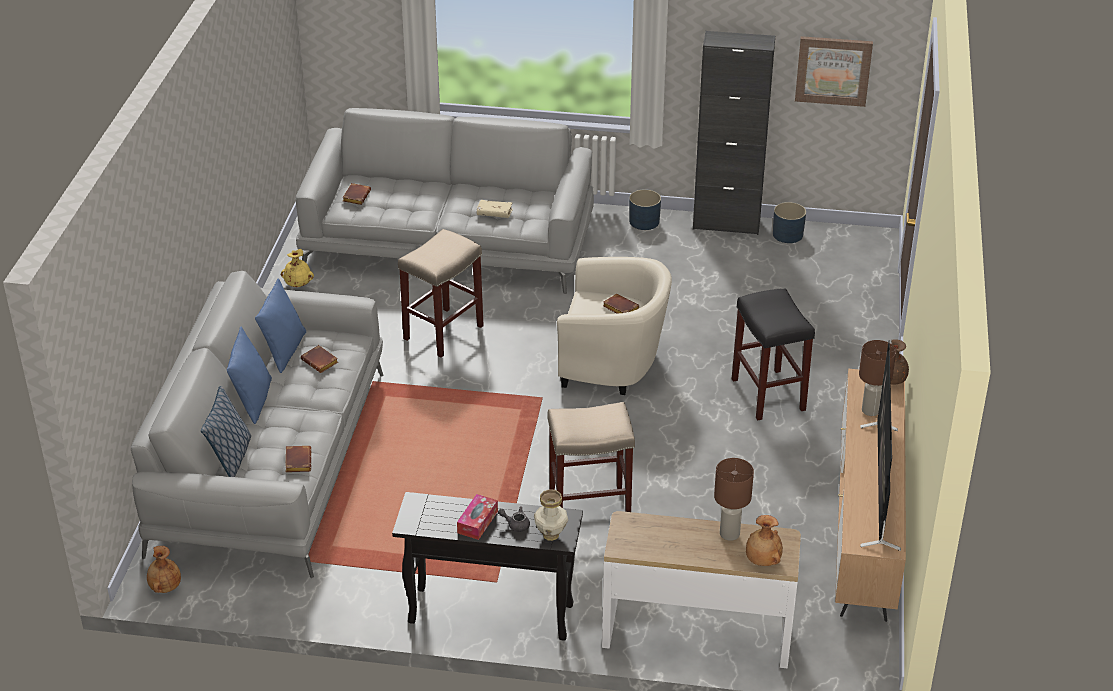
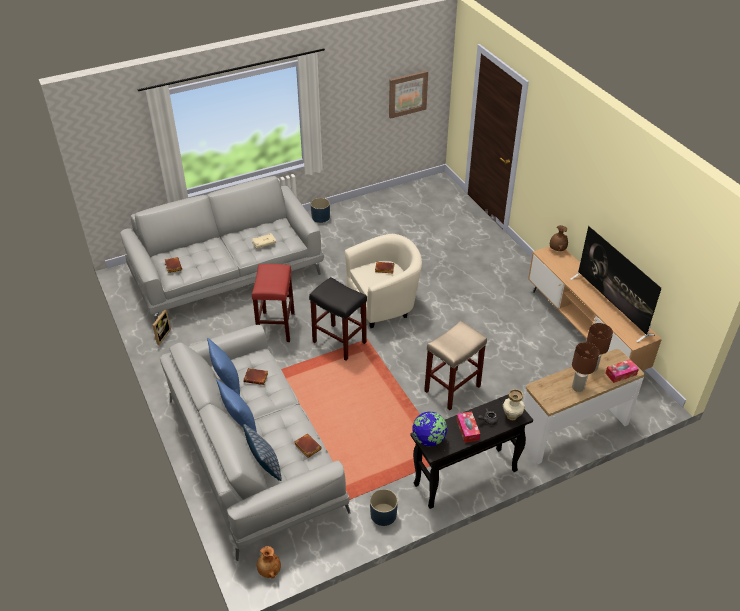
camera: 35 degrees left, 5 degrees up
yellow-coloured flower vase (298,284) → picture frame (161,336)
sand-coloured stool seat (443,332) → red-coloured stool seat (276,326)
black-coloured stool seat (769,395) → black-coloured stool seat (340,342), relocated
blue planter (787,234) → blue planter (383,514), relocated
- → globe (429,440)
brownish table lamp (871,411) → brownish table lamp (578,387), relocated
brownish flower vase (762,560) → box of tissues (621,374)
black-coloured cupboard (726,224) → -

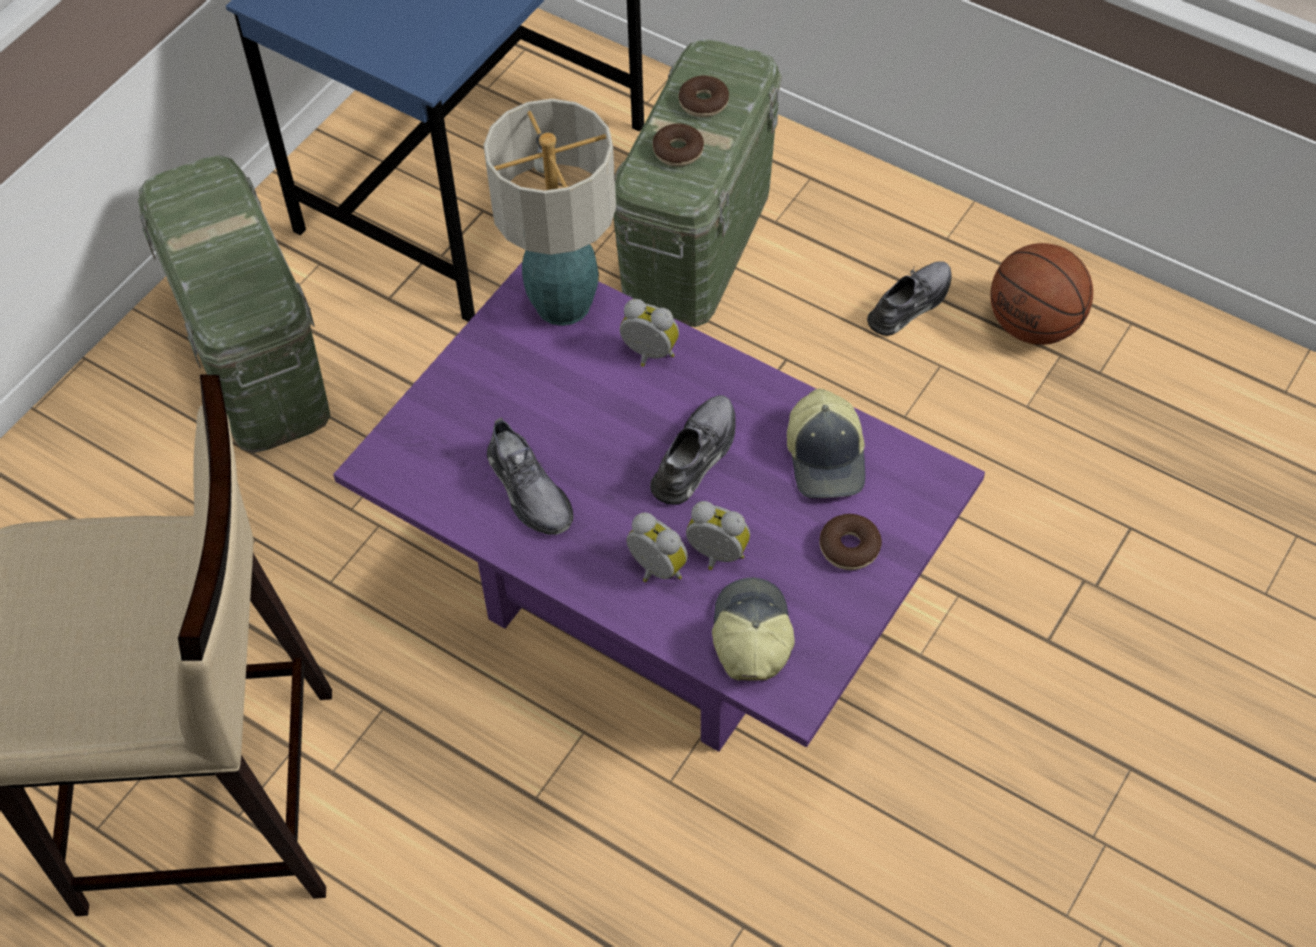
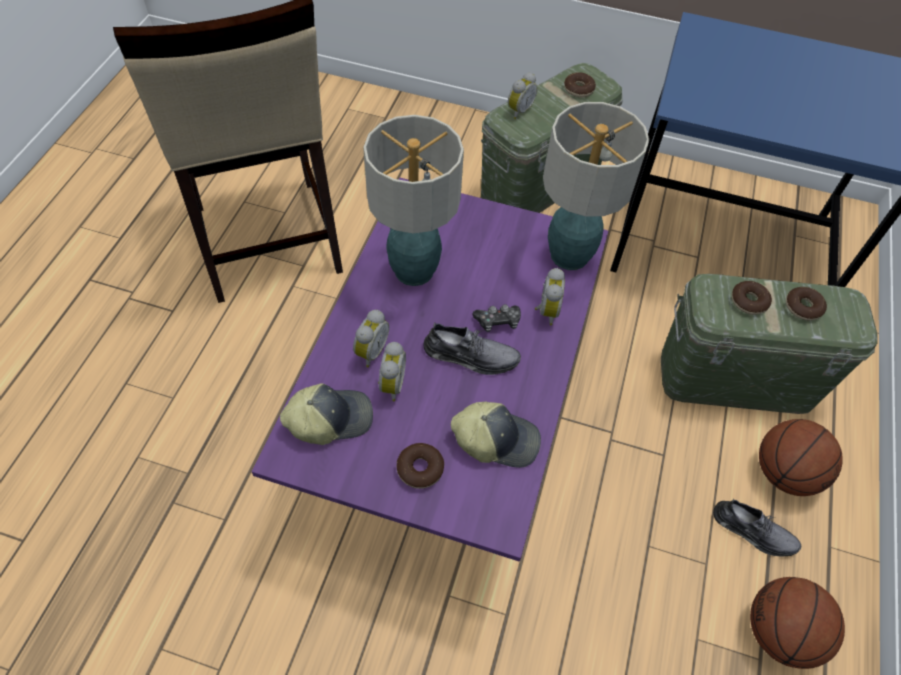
camera: 70 degrees right, 0 degrees up
greyish low shoe (529,489) → table lamp (415,270)
peaked cap (827,457) → peaked cap (496,439), 150 degrees counterclockwise
- → game controller (498,321)
- → table clock (518,110)
- → doughnut (578,89)
- → ball for basketball (784,472)

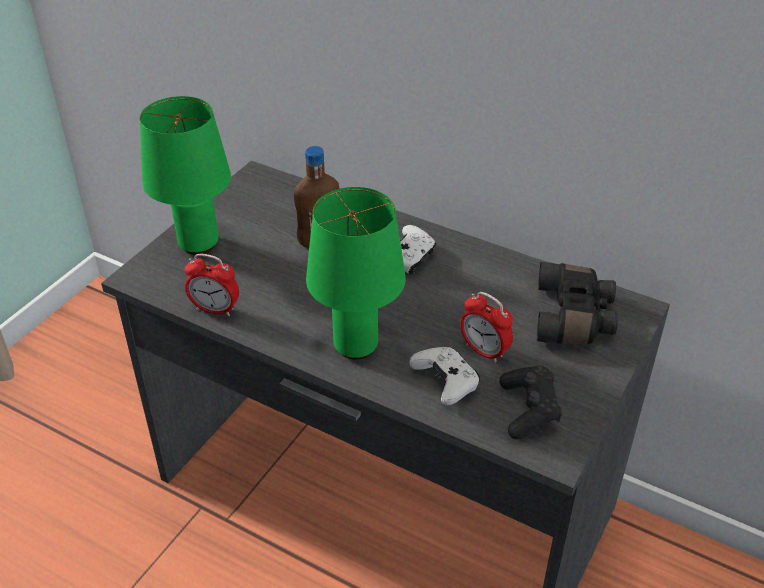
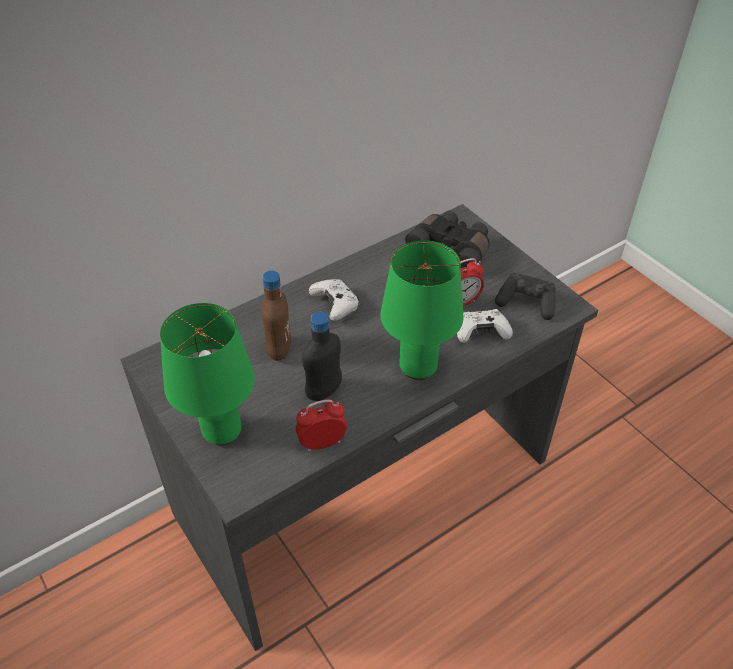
camera: 65 degrees left, 5 degrees up
table clock (215,309) → table clock (322,443), 150 degrees counterclockwise
- → black-coloured bottle (324,391)

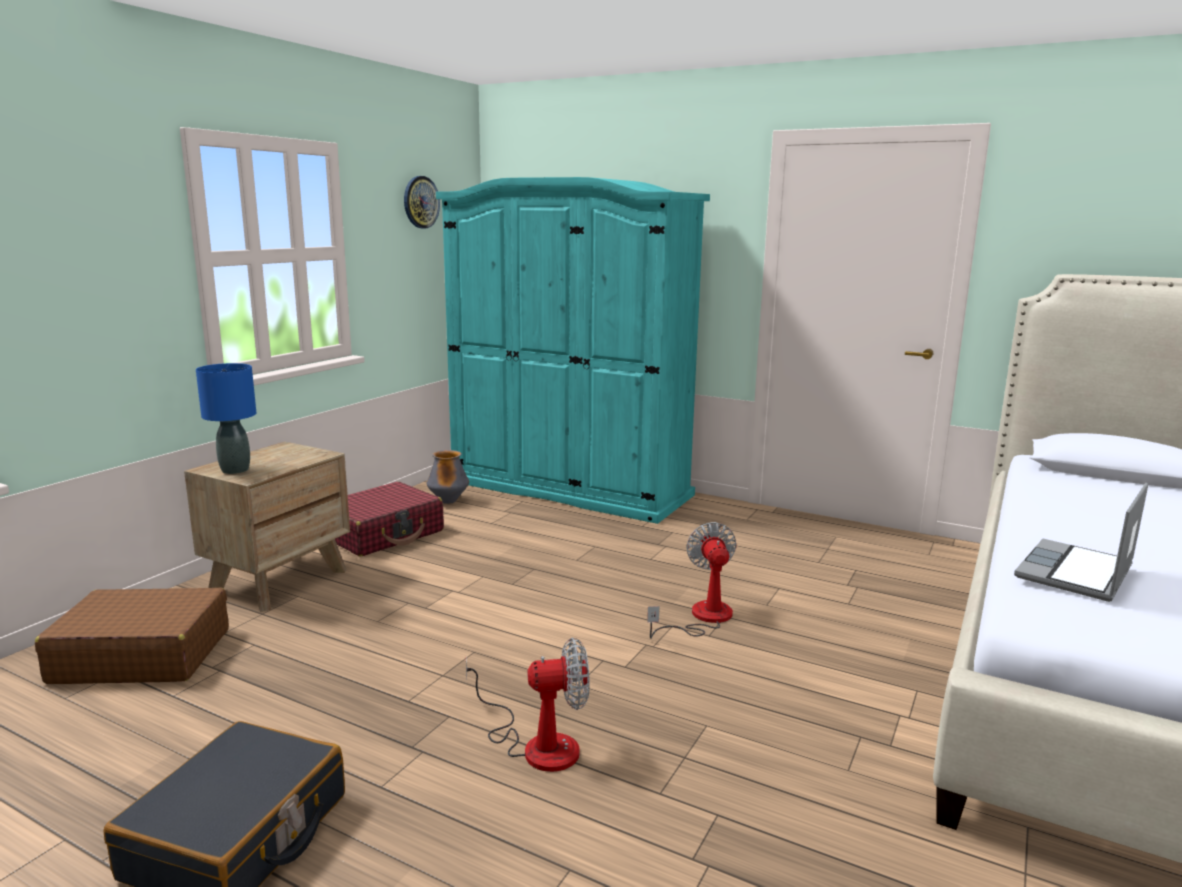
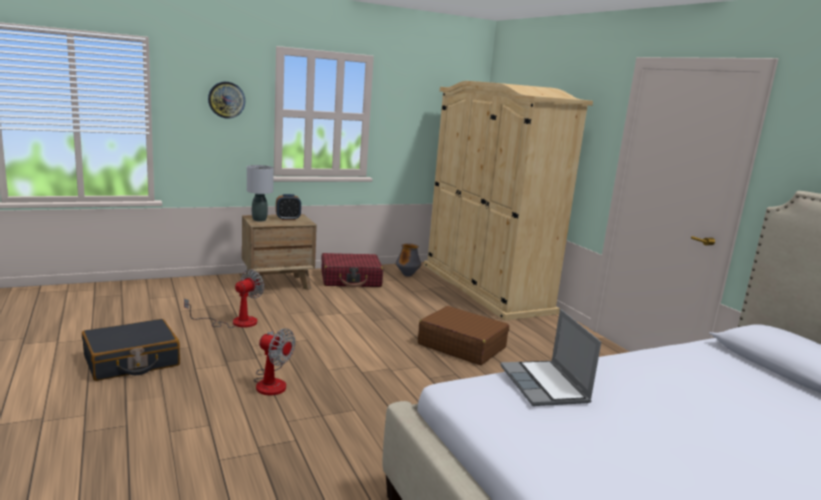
camera: 35 degrees right, 0 degrees up
fan (702,618) → fan (235,322), relocated
hanging clock (420,202) → hanging clock (226,100), relocated
blue table lamp (235,470) → greyish table lamp (259,220)
- → table clock (288,219)
brownish piece of luggage (141,655) → brownish piece of luggage (461,346), relocated
blue-green armoire (568,487) → sand-coloured armoire (485,287)
portable computer (1076,573) → portable computer (545,385), 90 degrees counterclockwise

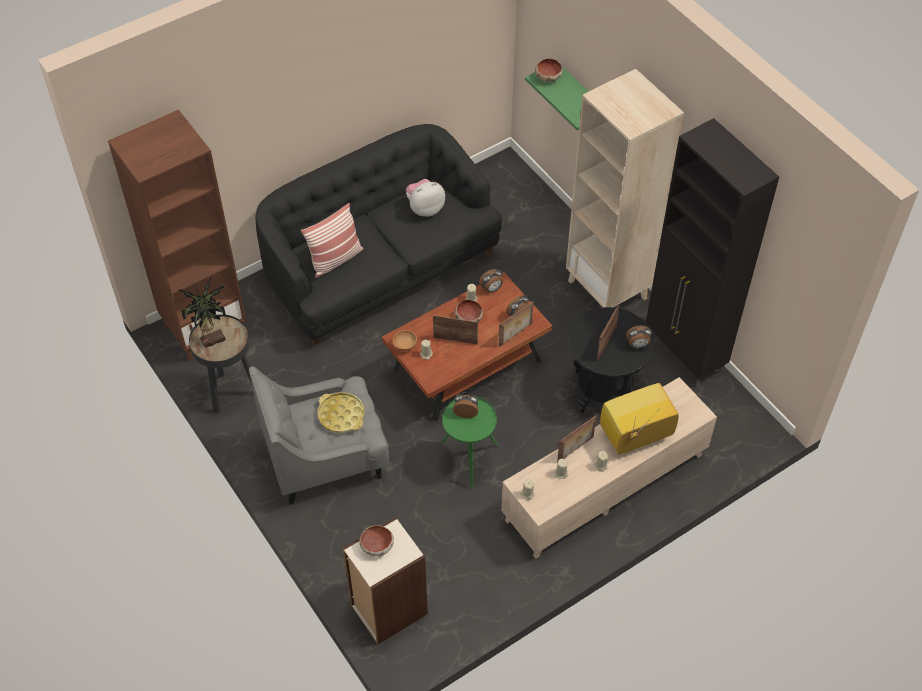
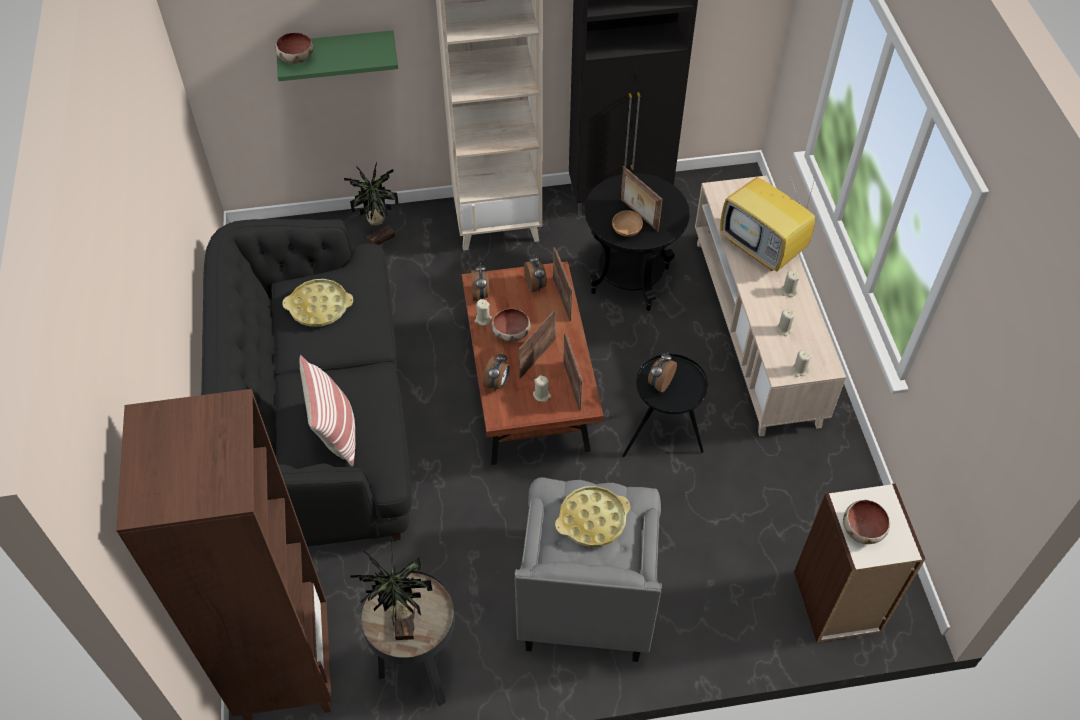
camera: 65 degrees left, 0 degrees up
plush toy (425,208) → yellow-coloured serving tray (319,307)
- → houseplant (380,237)
table clock (638,345) → table clock (497,383), relocated
picture frame (576,450) → picture frame (572,385), relocated
brownish serving bowl (404,345) → brownish serving bowl (626,231), relocated
green side table (468,461) → black-coloured side table (662,439)
TV (634,437) → TV (763,248), 45 degrees counterclockwise

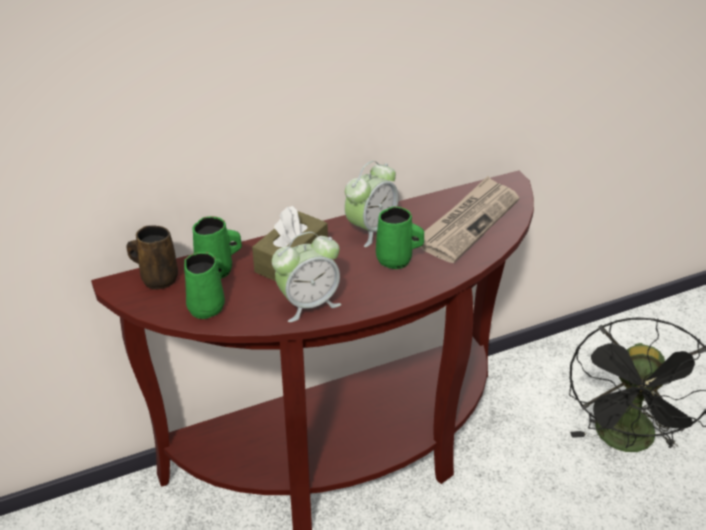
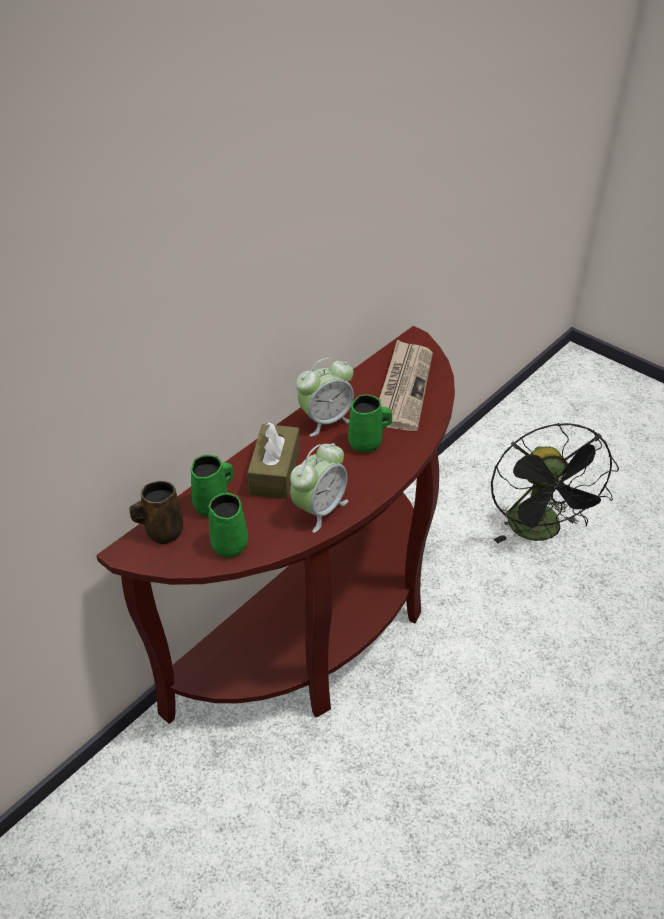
camera: 25 degrees left, 5 degrees up
table clock (371,229) → table clock (326,420), 45 degrees clockwise

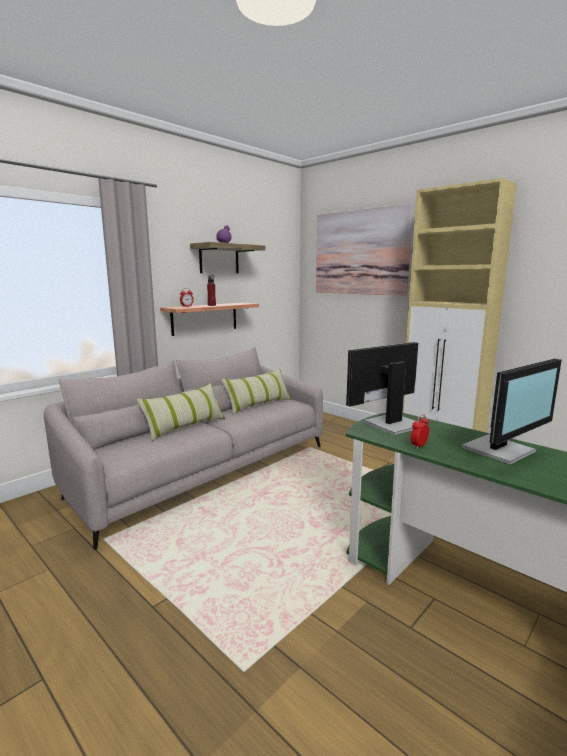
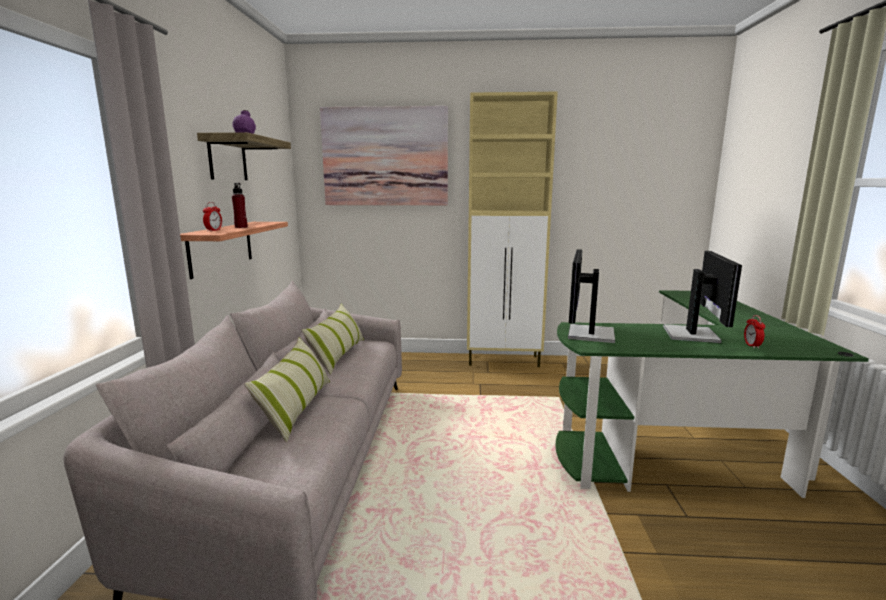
camera: 40 degrees left, 0 degrees up
table clock (419,446) → table clock (752,346), relocated

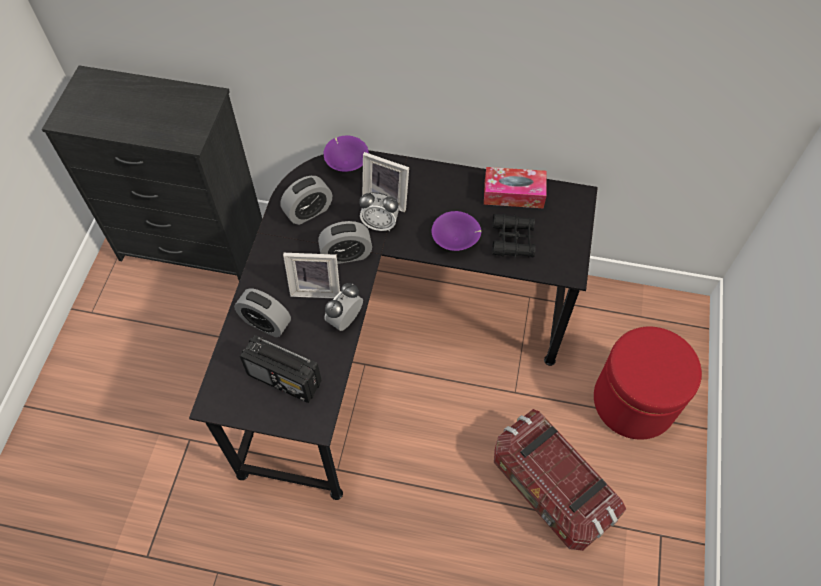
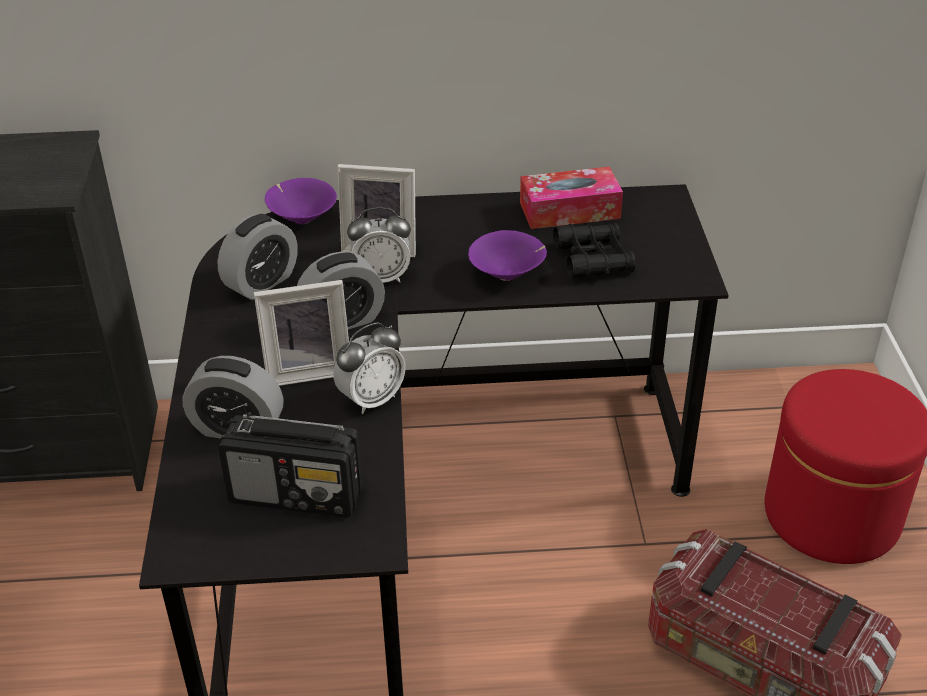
camera: 15 degrees left, 20 degrees down
table clock (345,320) → table clock (371,399), 150 degrees counterclockwise

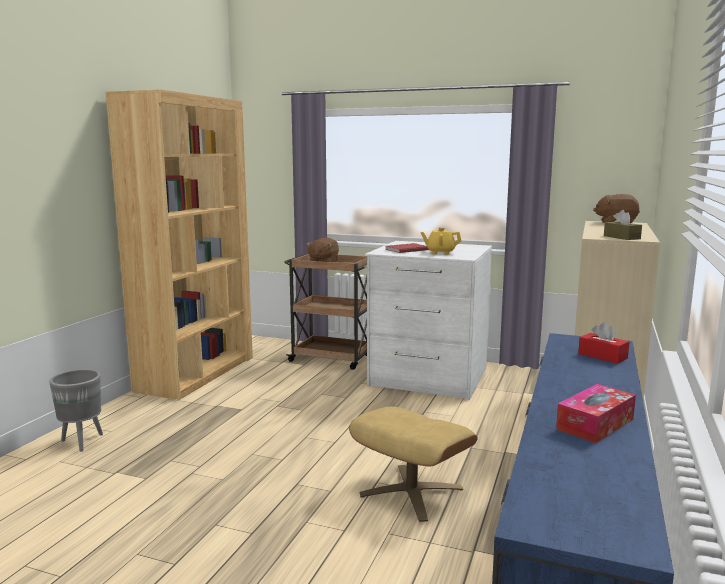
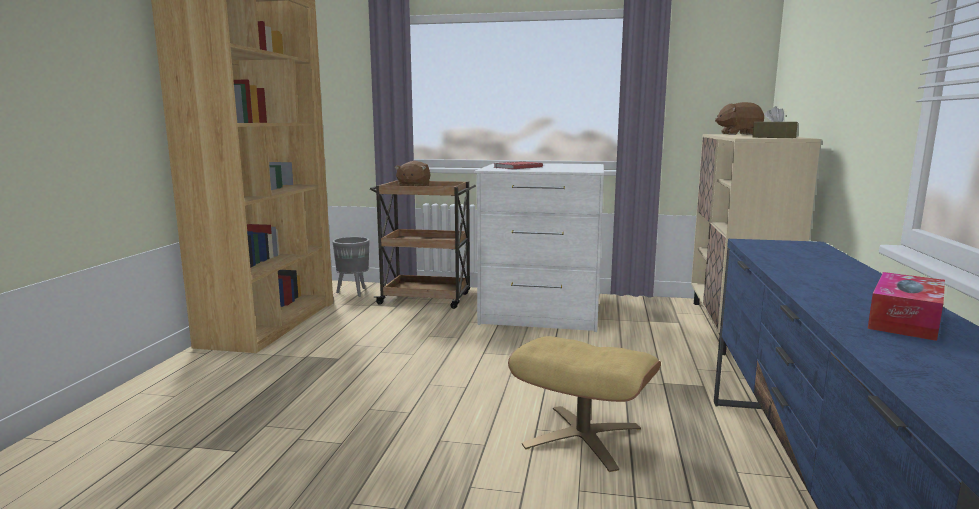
camera: 10 degrees left, 0 degrees up
greyish planter (82,442) → greyish planter (354,292), relocated
yellow-coloured teapot (440,253) → -
red-coloured box of tissues (602,356) → -

